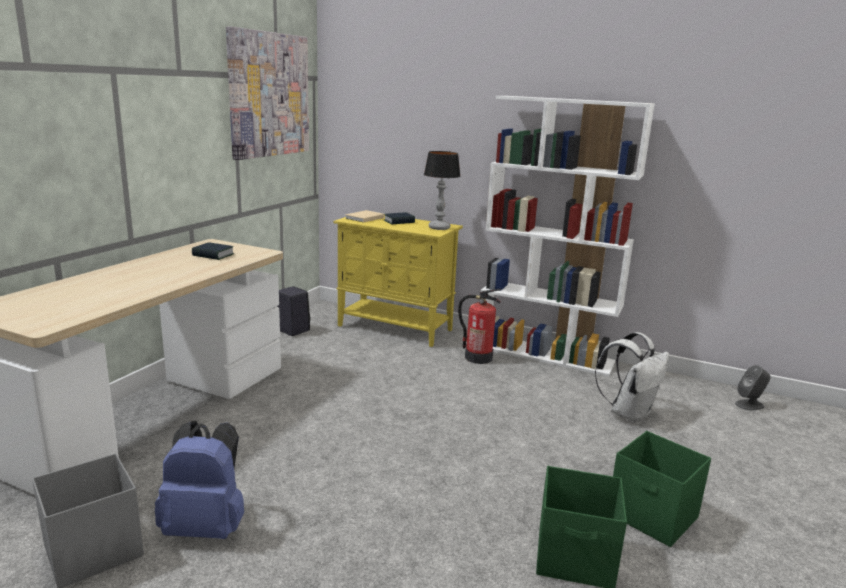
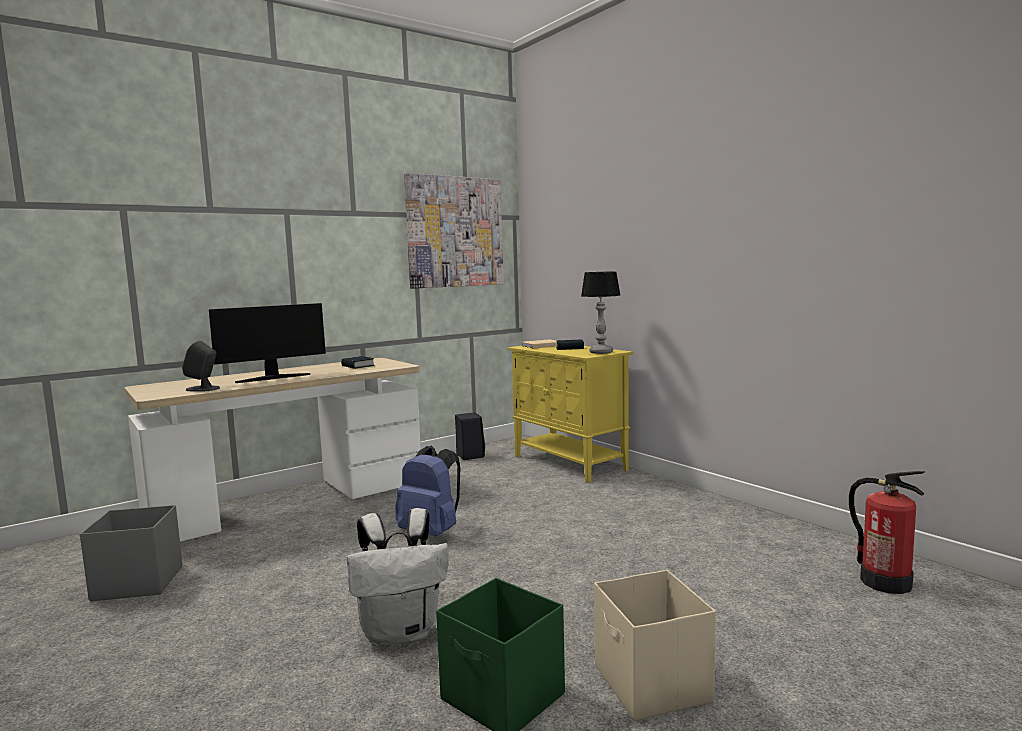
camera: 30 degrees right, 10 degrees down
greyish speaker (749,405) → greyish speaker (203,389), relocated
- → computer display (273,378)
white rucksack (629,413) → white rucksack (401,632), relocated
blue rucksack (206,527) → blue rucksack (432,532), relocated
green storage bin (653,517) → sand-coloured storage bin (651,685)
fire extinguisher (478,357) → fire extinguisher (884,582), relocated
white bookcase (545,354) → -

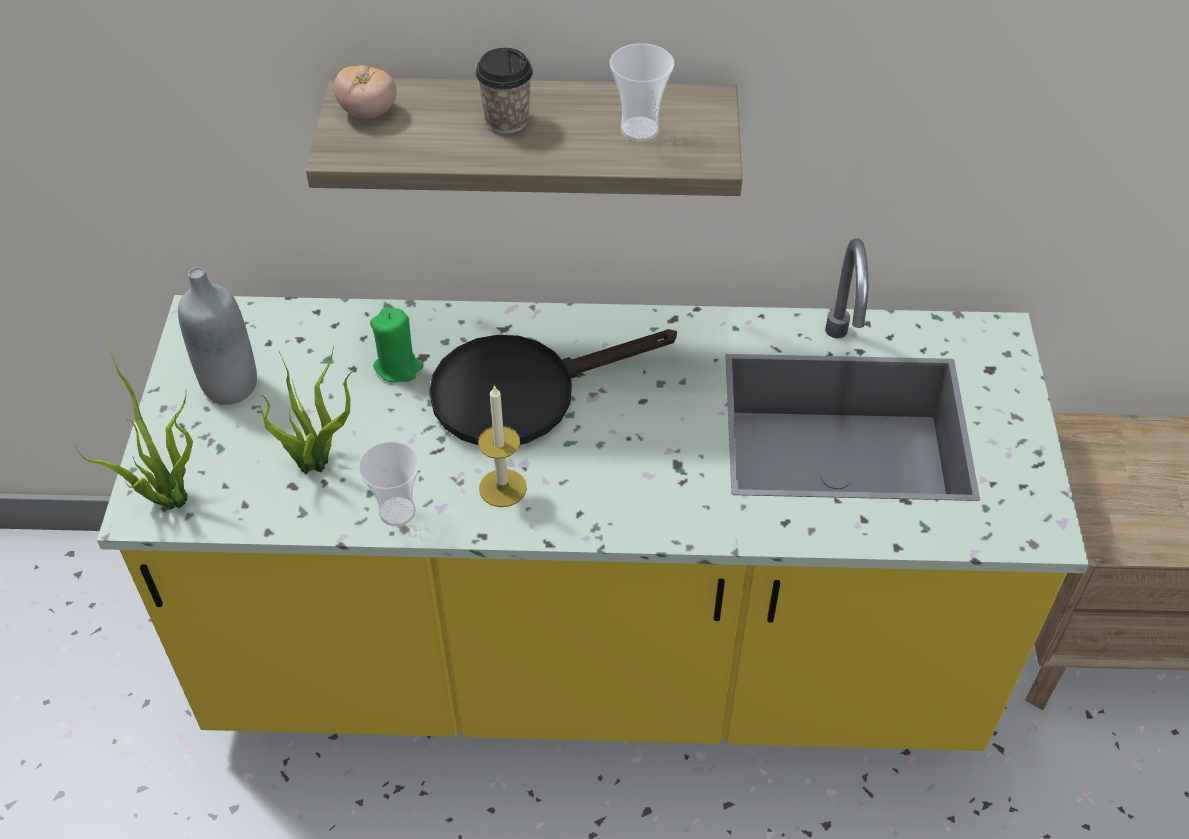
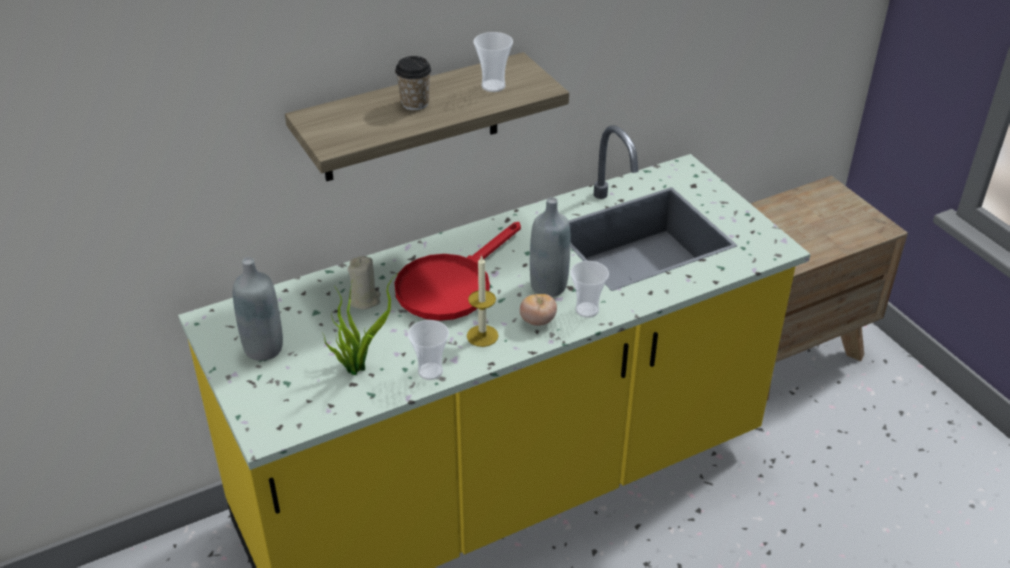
camera: 30 degrees left, 10 degrees down
green candle (398,367) → sand-coloured candle (365,300)
black-coloured frying pan (522,391) → red-coloured frying pan (451,285)
whole tomato (368,112) → whole tomato (538,321), relocated
- → greyish bottle (548,286)
- → drinking cup (587,310)
houseplant (168,498) → -

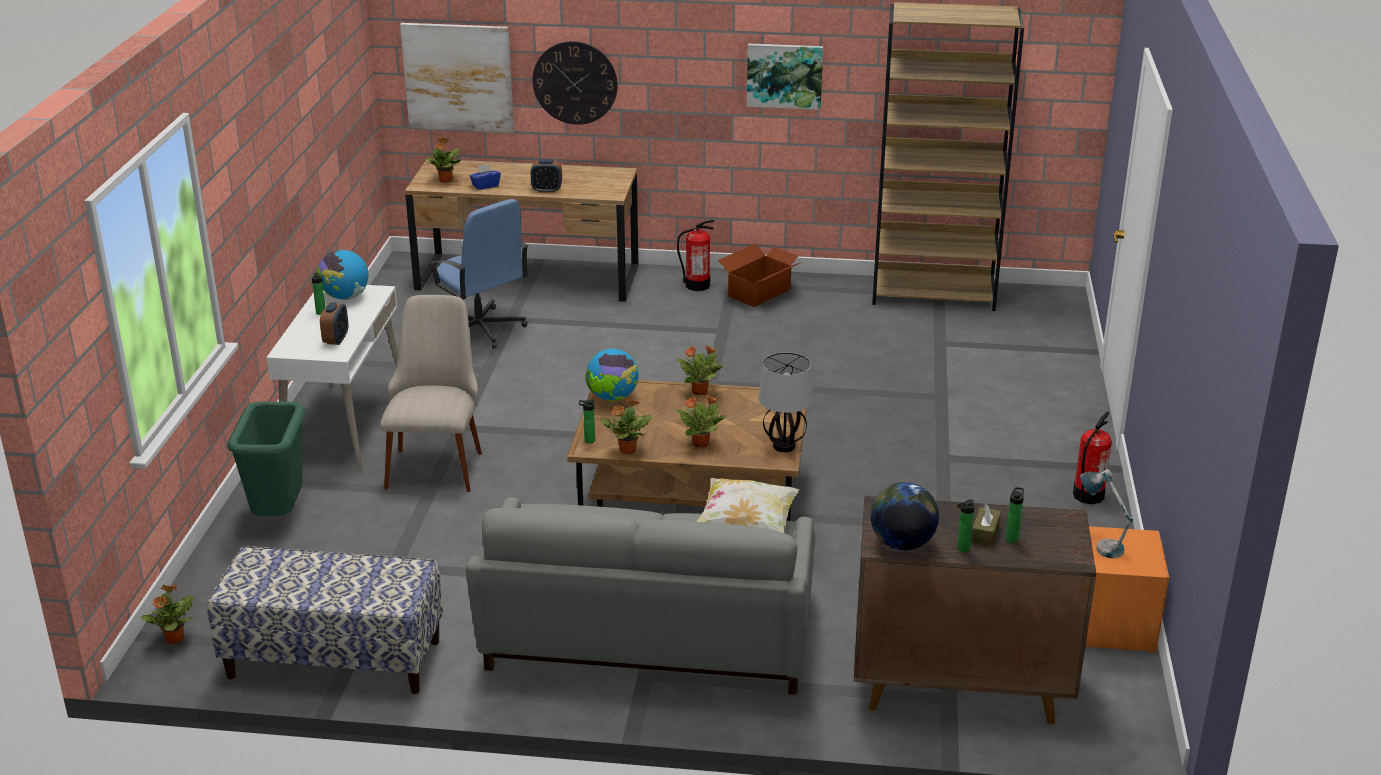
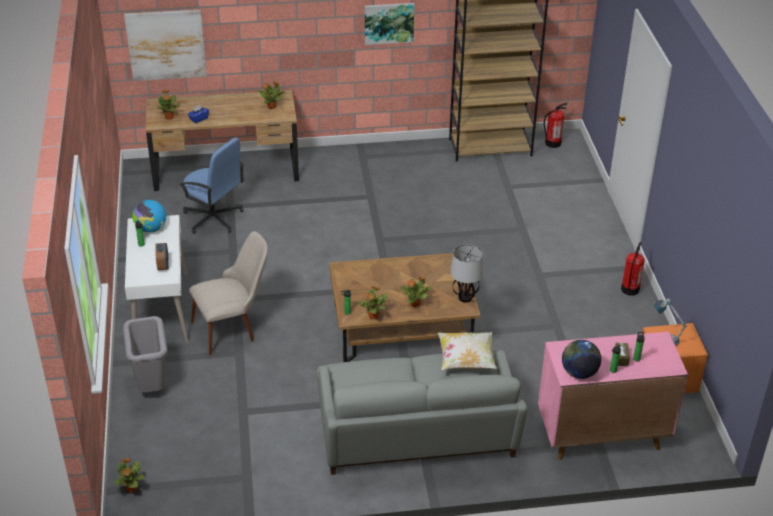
camera: 15 degrees left, 10 degrees up
green waste bin (279,515) → greyish waste bin (152,386)
sand-coloured plain chair (437,460) → sand-coloured plain chair (233,327), 75 degrees clockwise
houseplant (700,391) → houseplant (272,106), relocated
brownish cupboard (958,687) → pinkish cupboard (601,435)
fire extinguisher (697,285) → fire extinguisher (552,143), relocated
bench (334,659) → -
table clock (547,190) → -
hanging clock (575,82) → -
globe (612,398) → -
cardboard box (760,293) → -

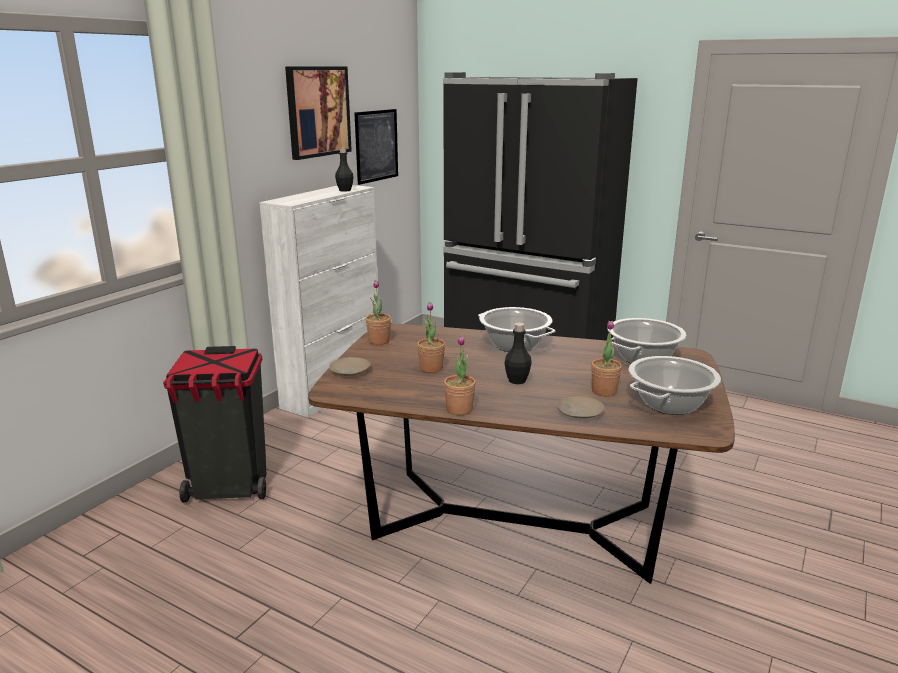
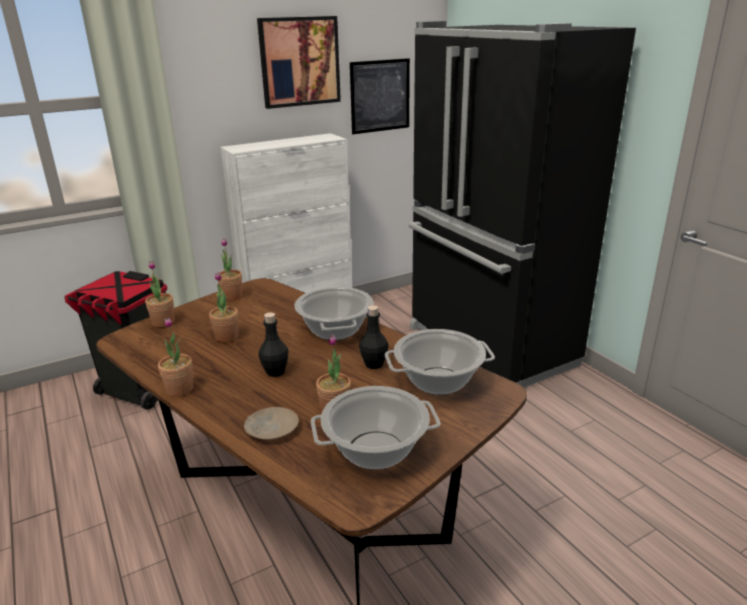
camera: 30 degrees right, 5 degrees up
sand-coloured dinner plate (349,371) → houseplant (163,322)
black-coloured bottle (345,190) → black-coloured bottle (374,364), relocated

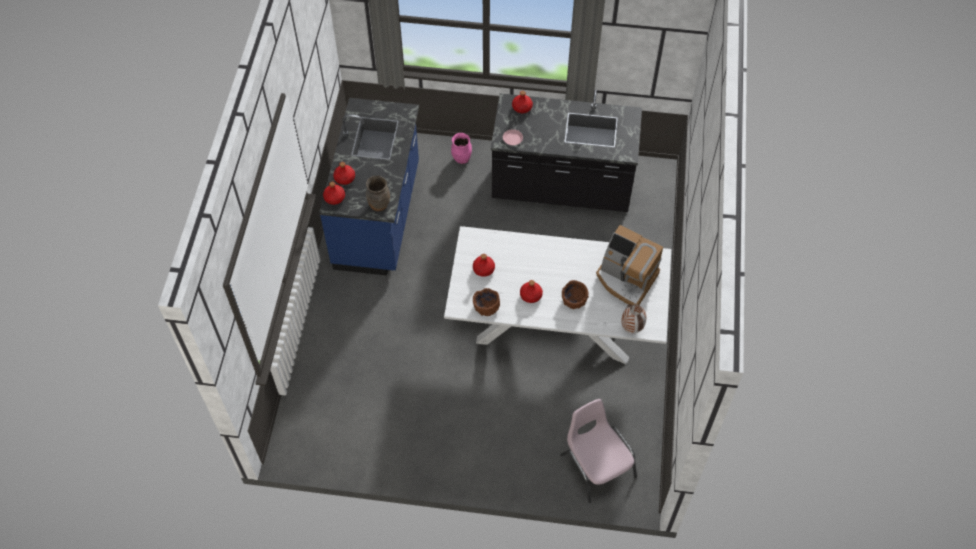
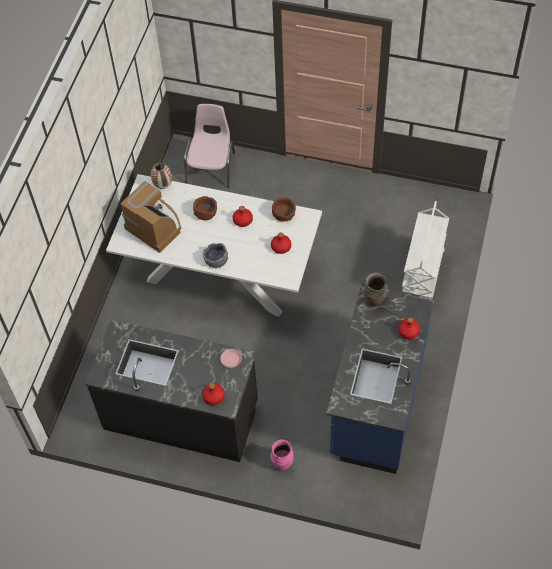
camera: 170 degrees left, 0 degrees up
pinkish plain chair (596,465) → pinkish plain chair (211,167), 150 degrees counterclockwise
- → greyish serving bowl (216,260)
- → white cart (422,277)
red-coloured bottle (334,198) → -

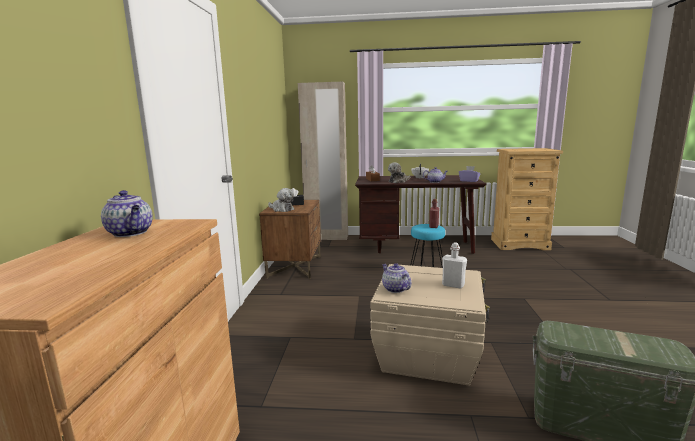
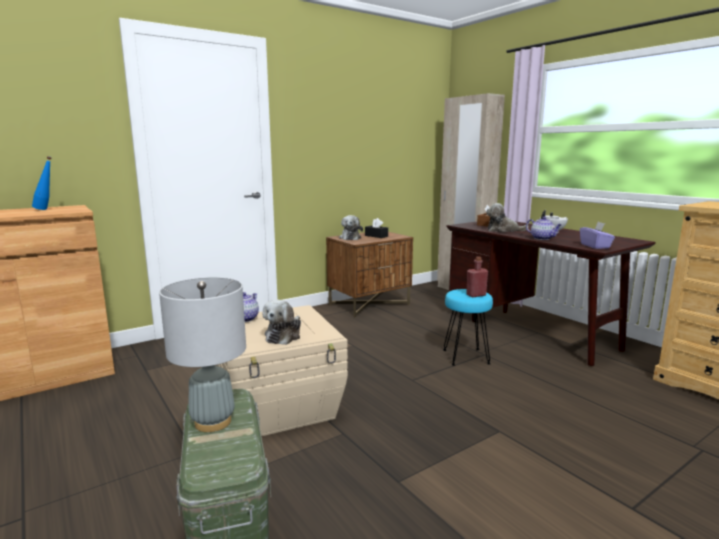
camera: 50 degrees right, 0 degrees up
teapot (131,233) → blue bottle (46,209)
- → greyish table lamp (212,422)
white bottle (453,285) → plush toy (284,335)

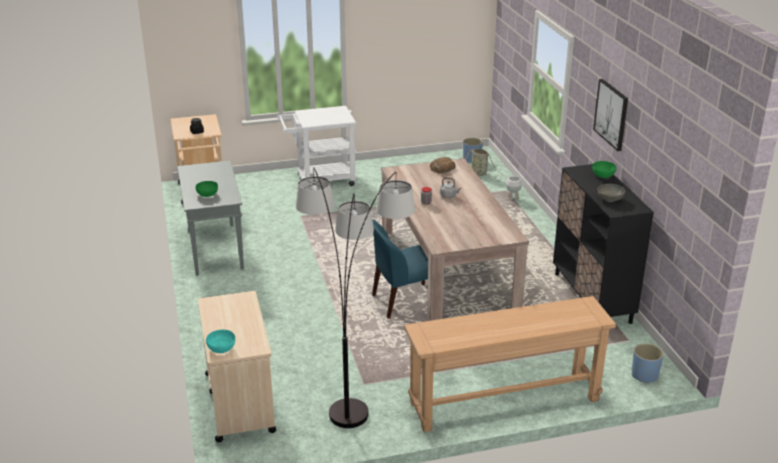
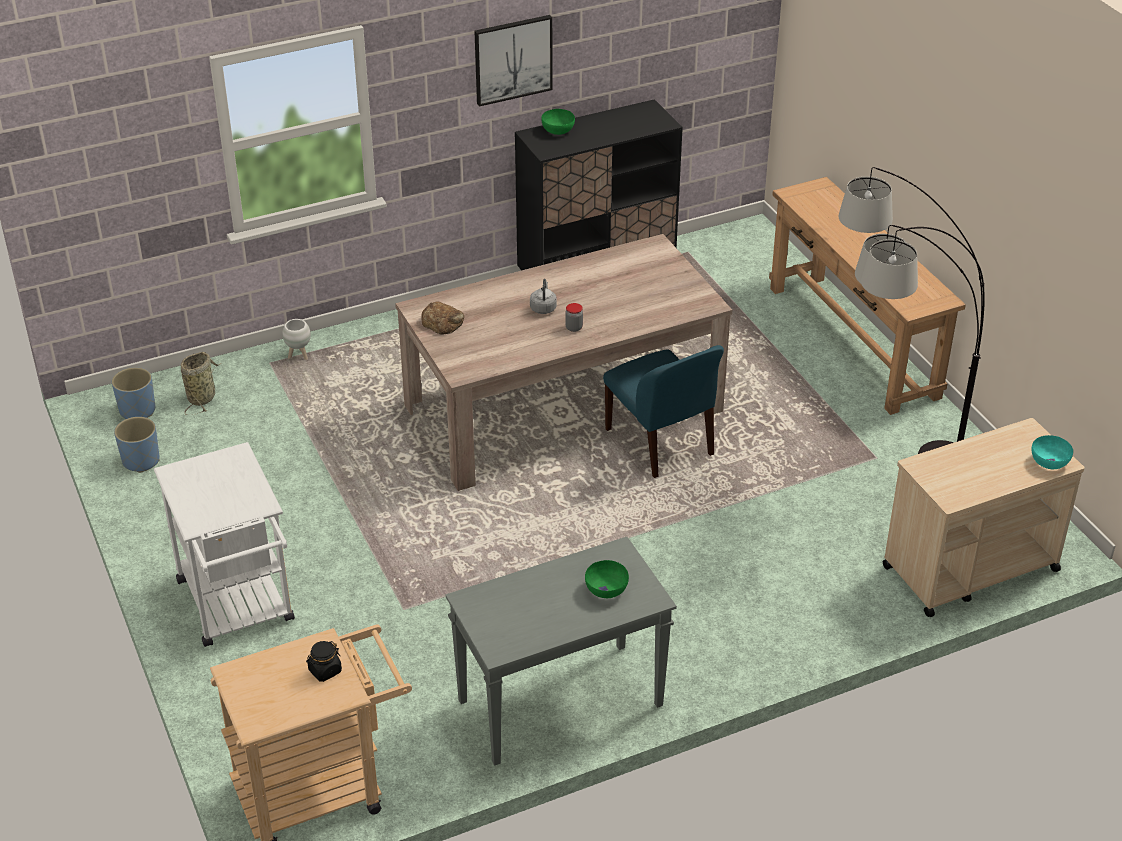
camera: 100 degrees left, 10 degrees up
blue planter (644,375) → blue planter (140,461), relocated
greyish serving bowl (610,199) → -

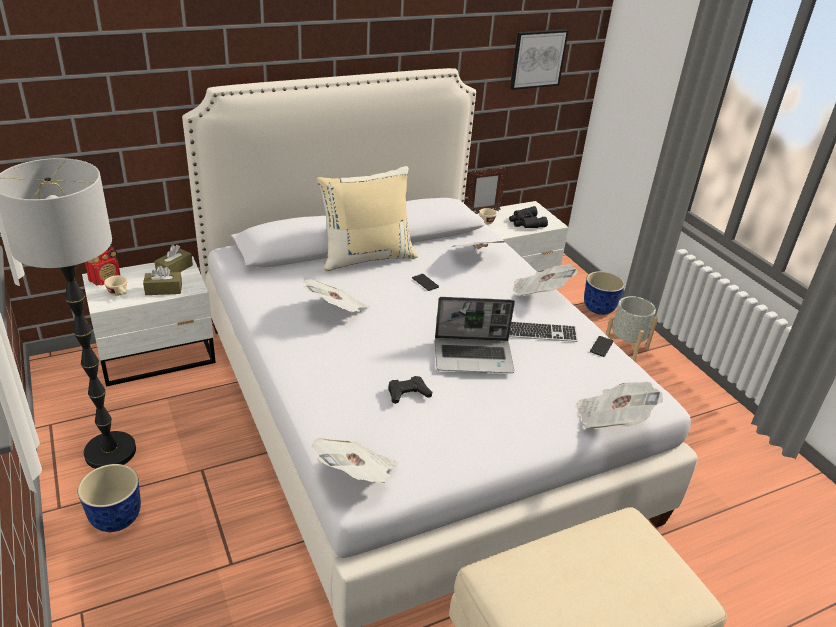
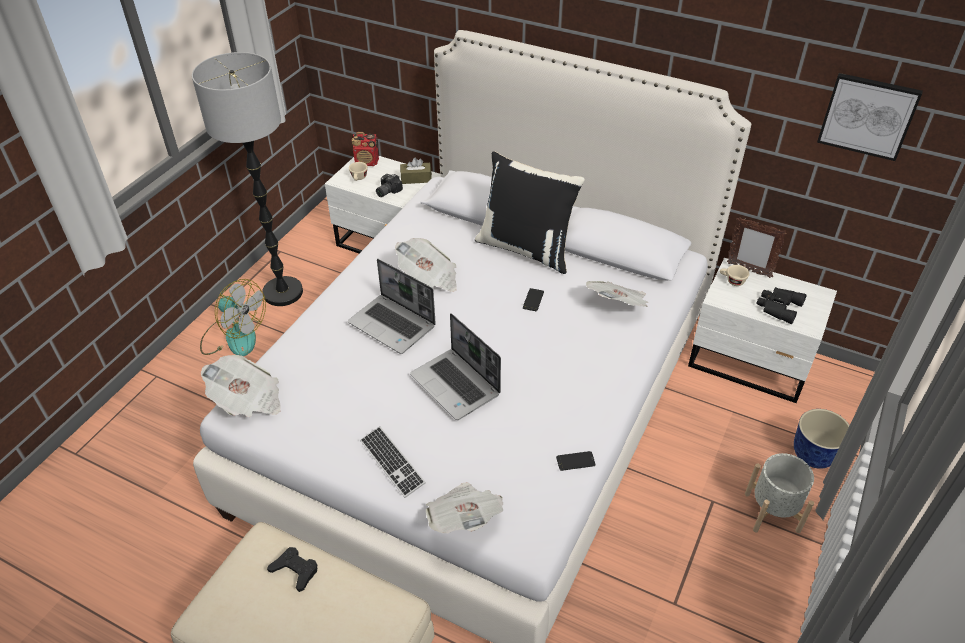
camera: 55 degrees right, 10 degrees up
planter (116,518) → fan (234,336)
black-coloured game controller (408,393) → black-coloured game controller (295,570), relocated
- → portable computer (393,325)
keyboard (540,333) → keyboard (392,462), relocated
brownish box of tissues (163,289) → photo camera (386,191)
sand-coloured throw pillow (367,257) → black-coloured throw pillow (527,248)
daily paper (540,293) → -

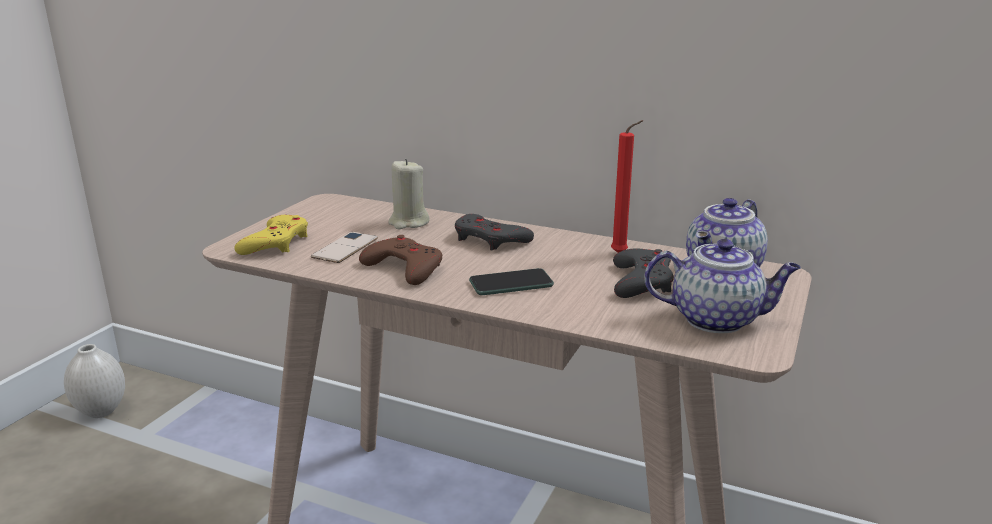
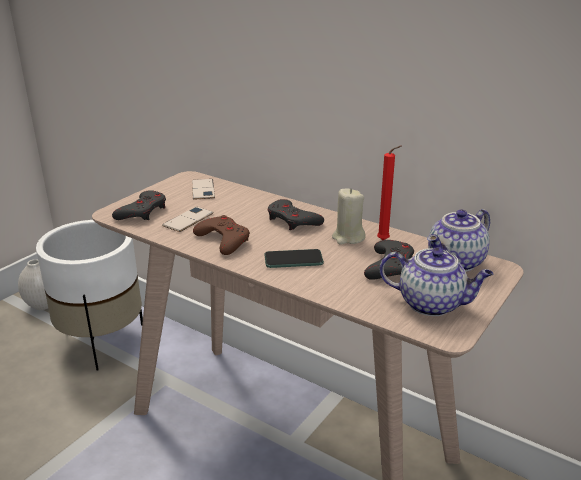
camera: 10 degrees right, 5 degrees up
- → white planter (102,341)
yellow-coloured game controller (276,243) → greyish game controller (142,211)
- → handset (203,189)
sand-coloured candle (408,222) → sand-coloured candle (348,237), relocated

